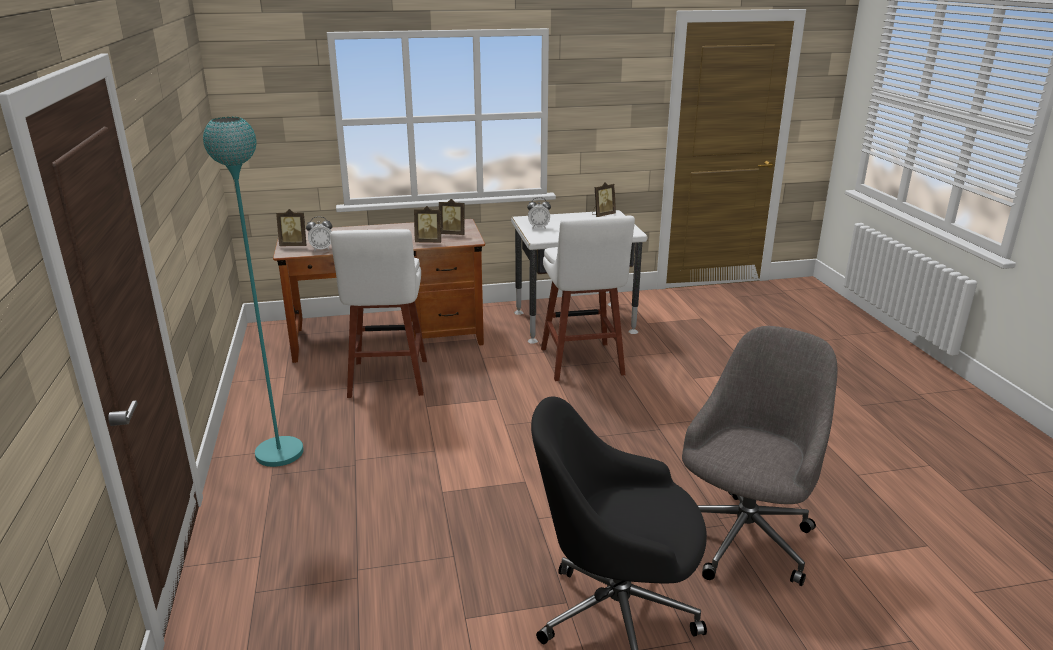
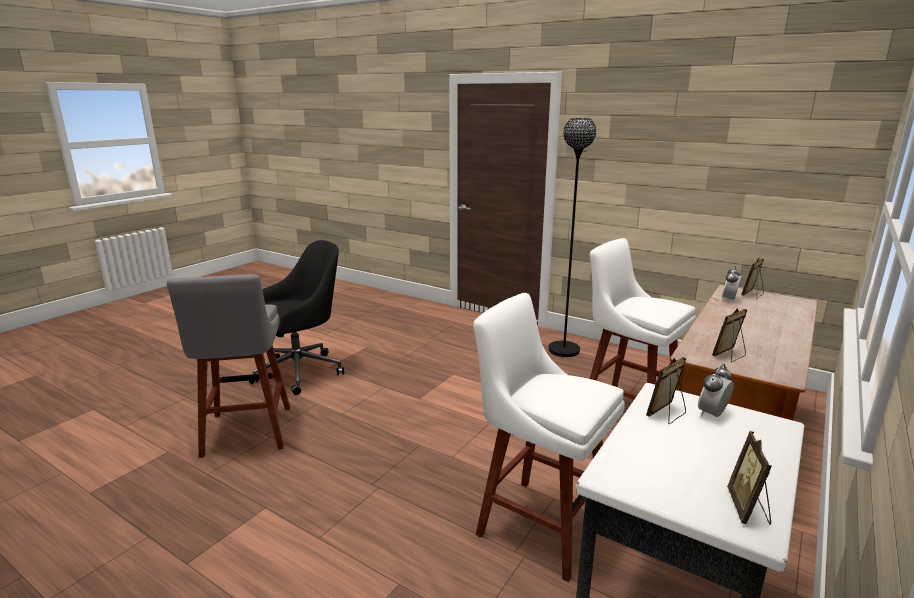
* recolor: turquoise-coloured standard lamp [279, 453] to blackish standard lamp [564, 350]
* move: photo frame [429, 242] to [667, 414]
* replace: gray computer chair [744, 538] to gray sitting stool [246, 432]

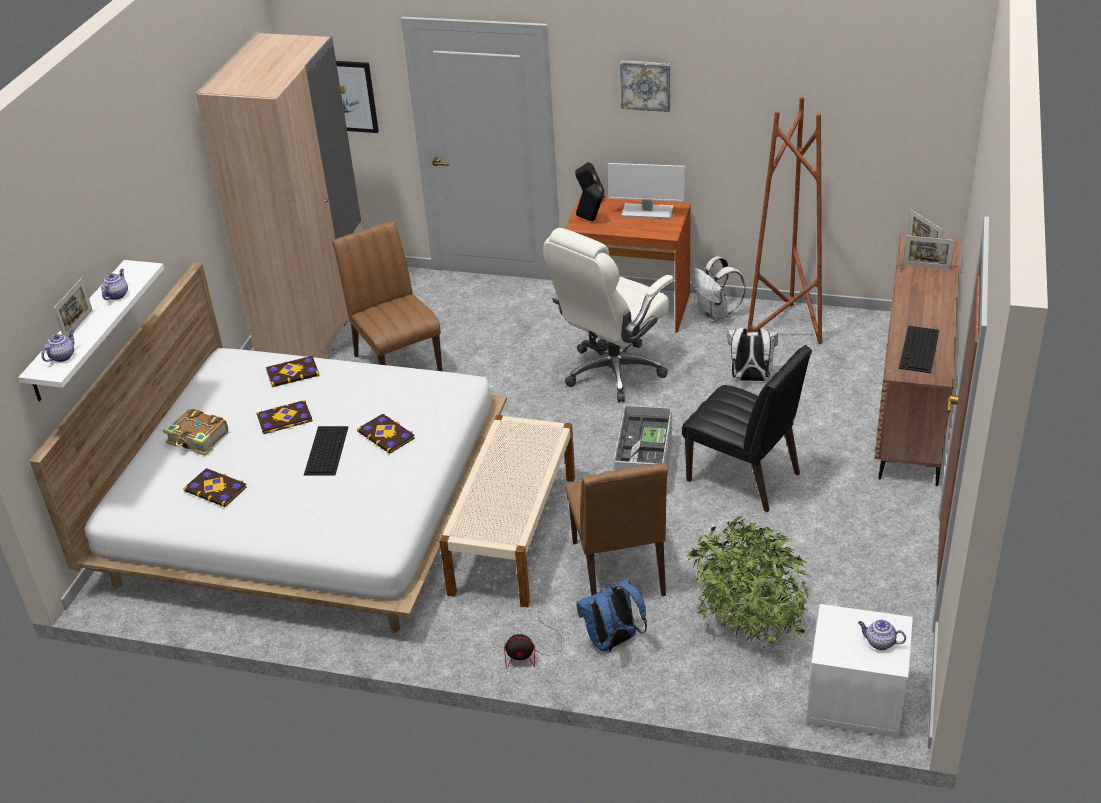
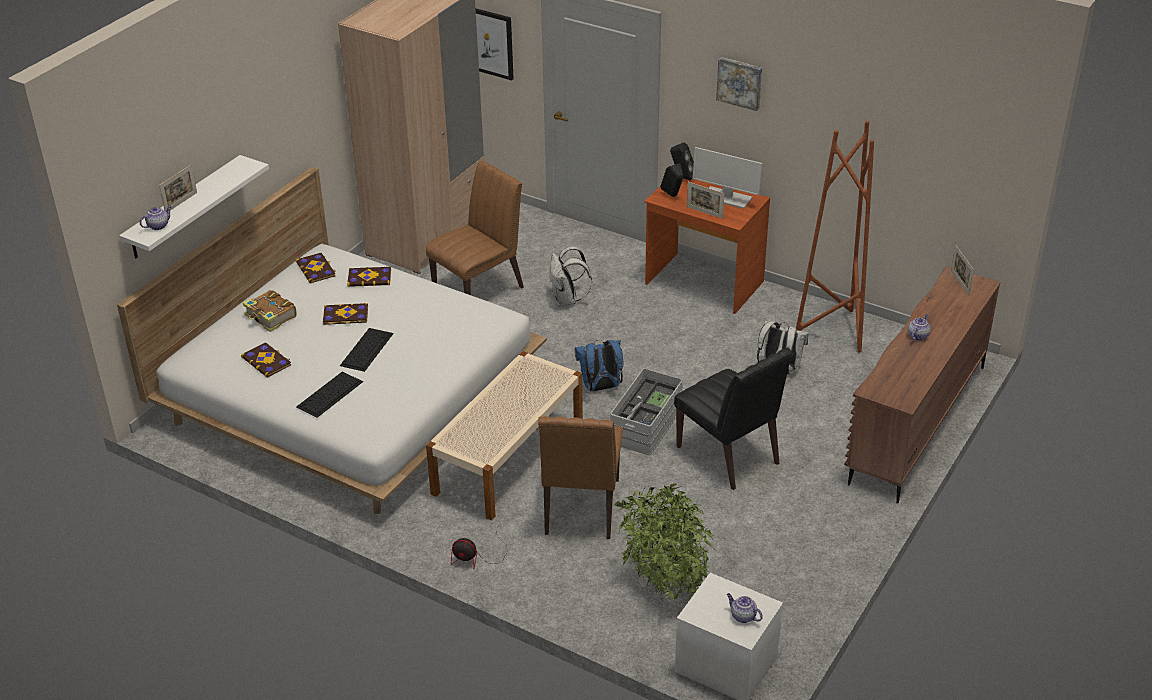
* rotate: brown-coloured upright chair [398, 365] = [478, 291] 60 degrees clockwise
* delete: white computer chair [612, 373]
* move: photo frame [926, 267] to [704, 212]
* move: white backpack [715, 315] to [567, 300]
* move: teapot [117, 295] to [917, 335]
* move: PC keyboard [919, 349] to [329, 395]
* move: bound book [386, 435] to [316, 269]
* move: bluish backpack [612, 642] to [600, 387]

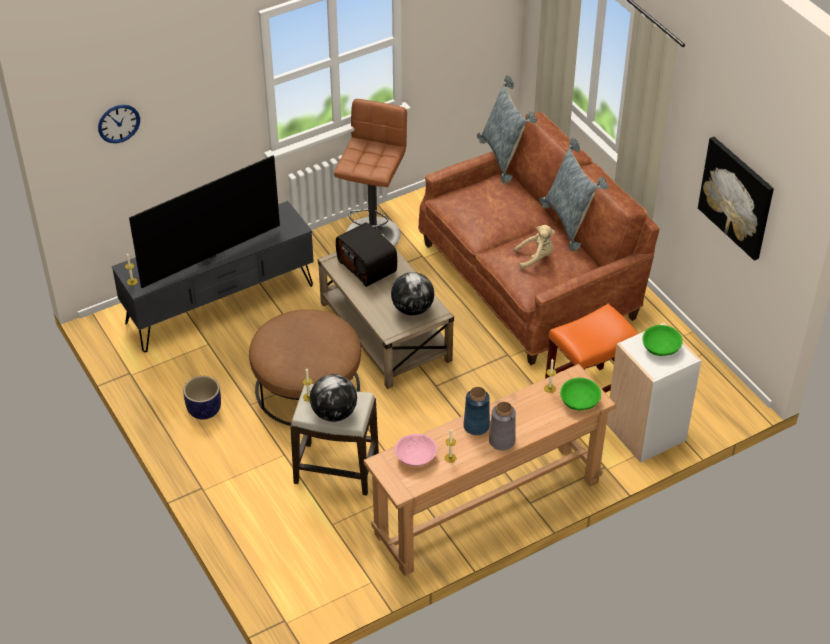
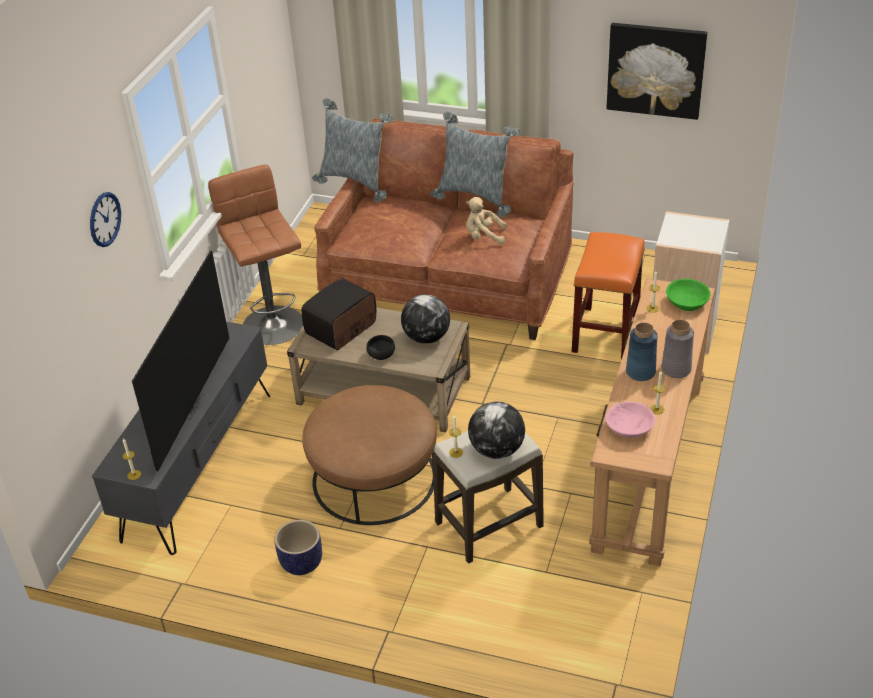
* move: hanging clock [118, 123] to [104, 219]
* rotate: radio set [368, 266] = [342, 329] 120 degrees clockwise
* rotate: sand-coloured cuddly toy [536, 257] = [483, 236] 120 degrees counterclockwise
* delete: green-coloured serving bowl [661, 347]
* insert: blackish serving bowl [381, 356]

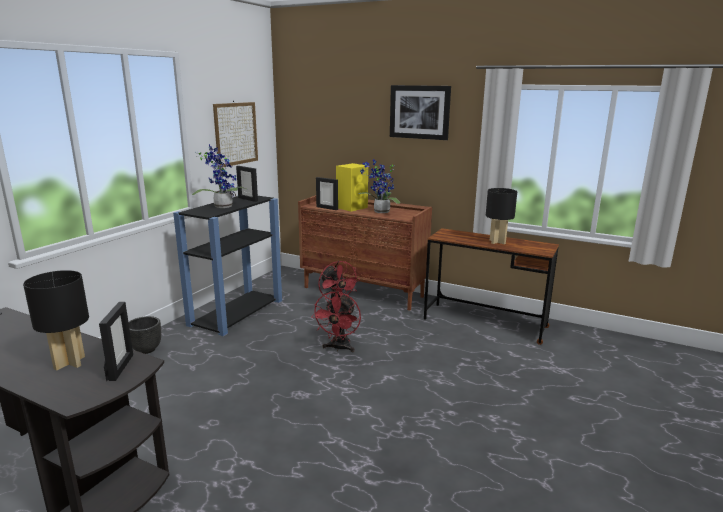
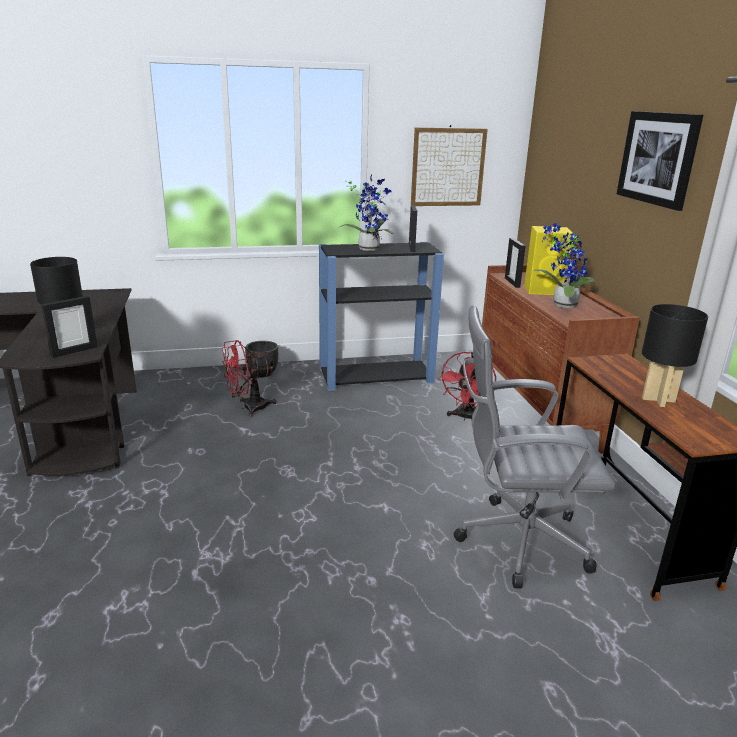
* move: reddish electric fan [339, 348] to [248, 408]
* insert: gray computer chair [516, 541]

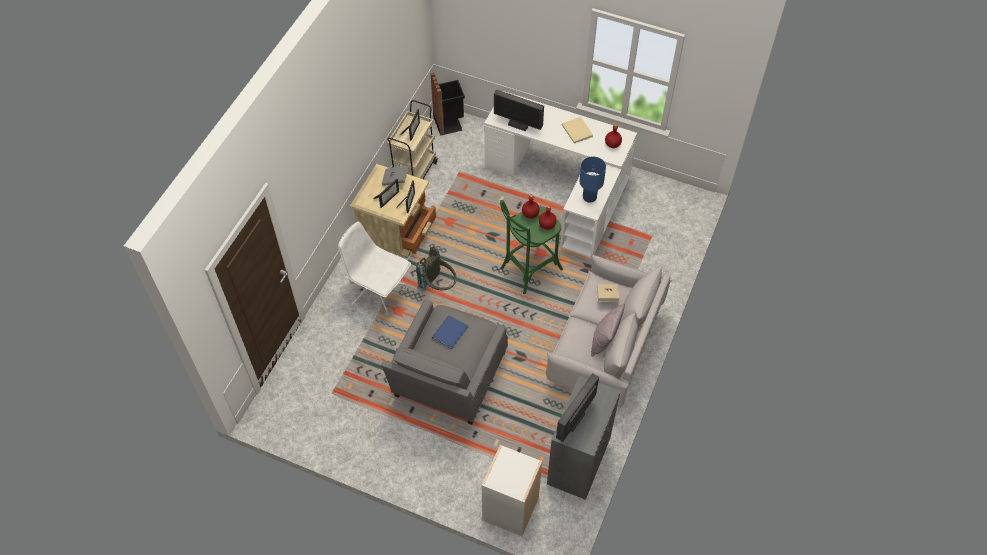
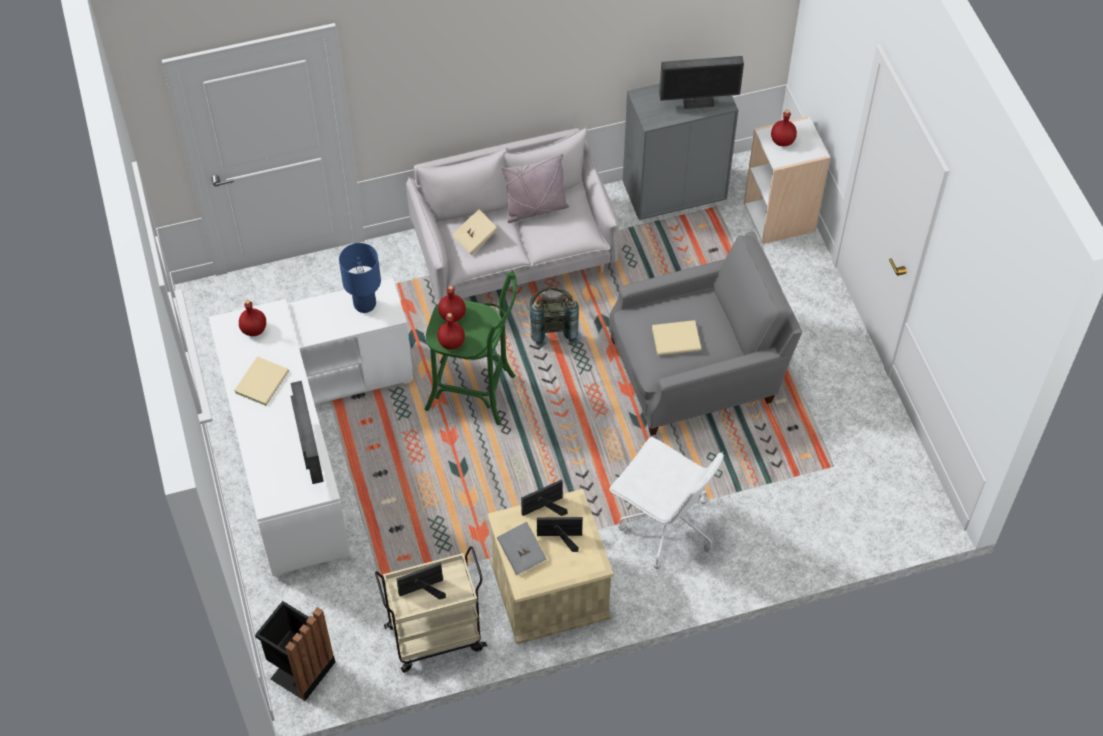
* rotate: white computer chair [378, 295] = [664, 524] 45 degrees counterclockwise
* move: gray backpack [438, 286] to [552, 327]
* recolor: bluish bound book [449, 333] to sand-coloured bound book [677, 340]
* insert: reddish drink bottle [782, 141]

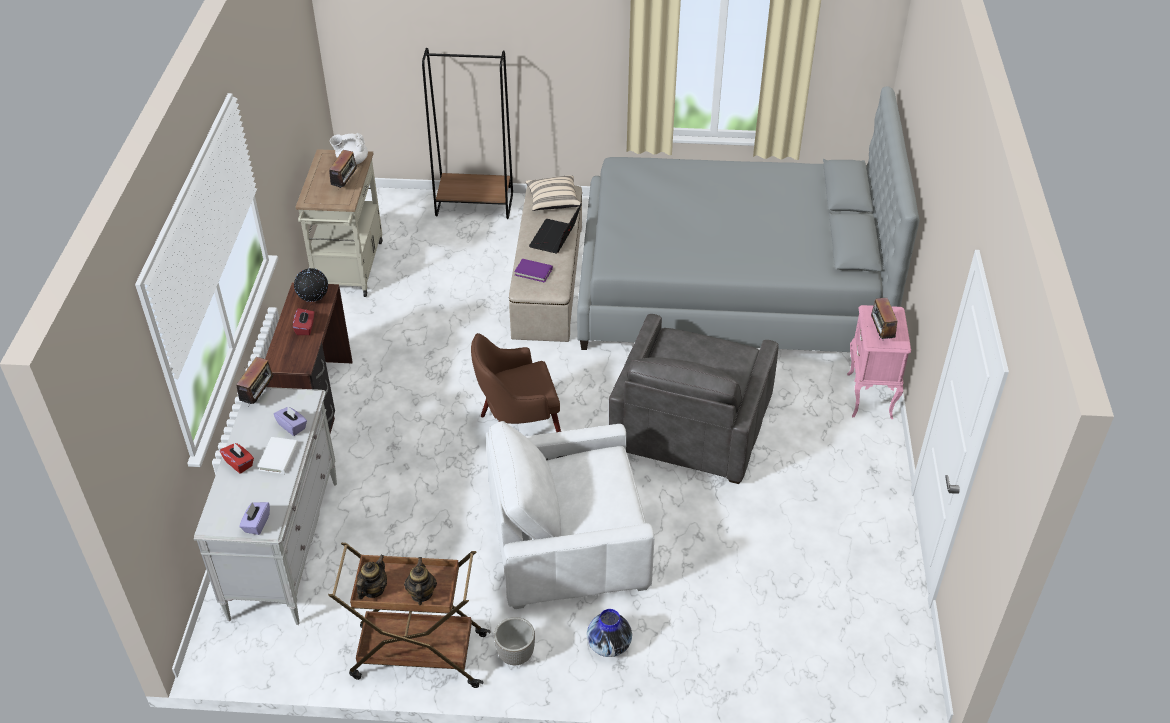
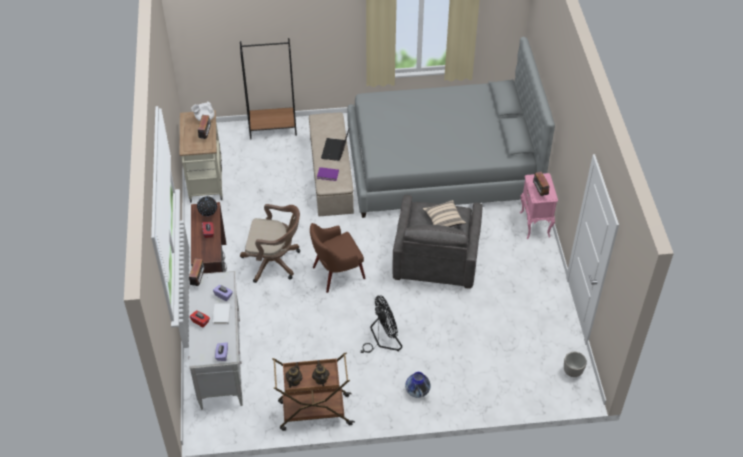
* move: sand-coloured pillow [553, 201] to [443, 220]
* replace: white armchair [568, 543] to blackish electric fan [381, 336]
* move: plant pot [516, 655] to [573, 372]
* insert: brown-coloured computer chair [274, 262]

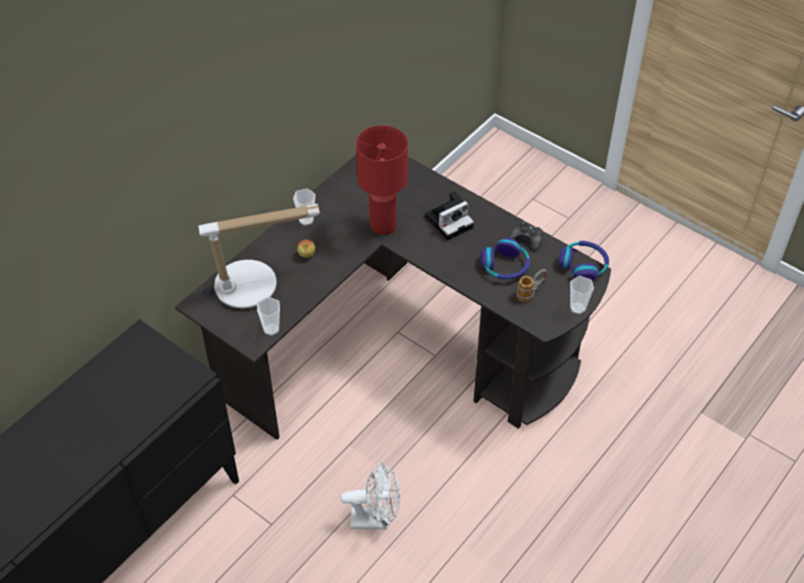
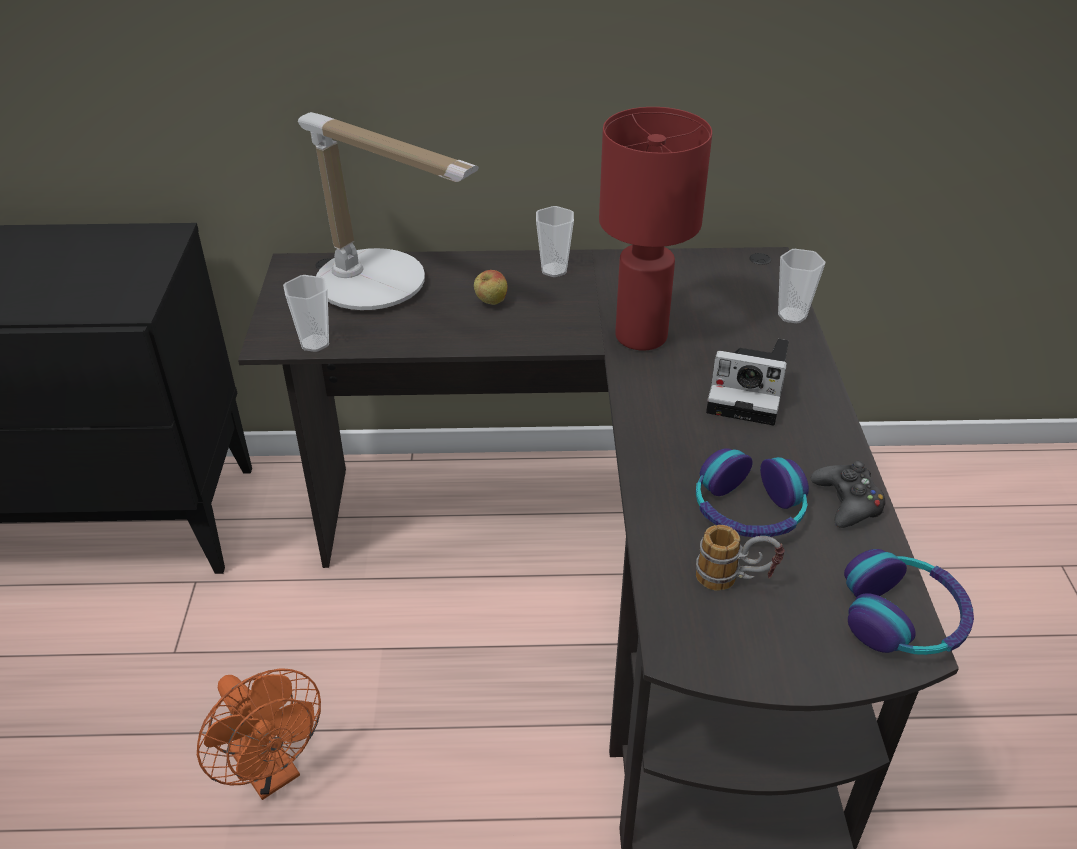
* move: small cup [577, 308] to [792, 315]
* recolor: white electric fan [376, 519] to orange electric fan [272, 772]

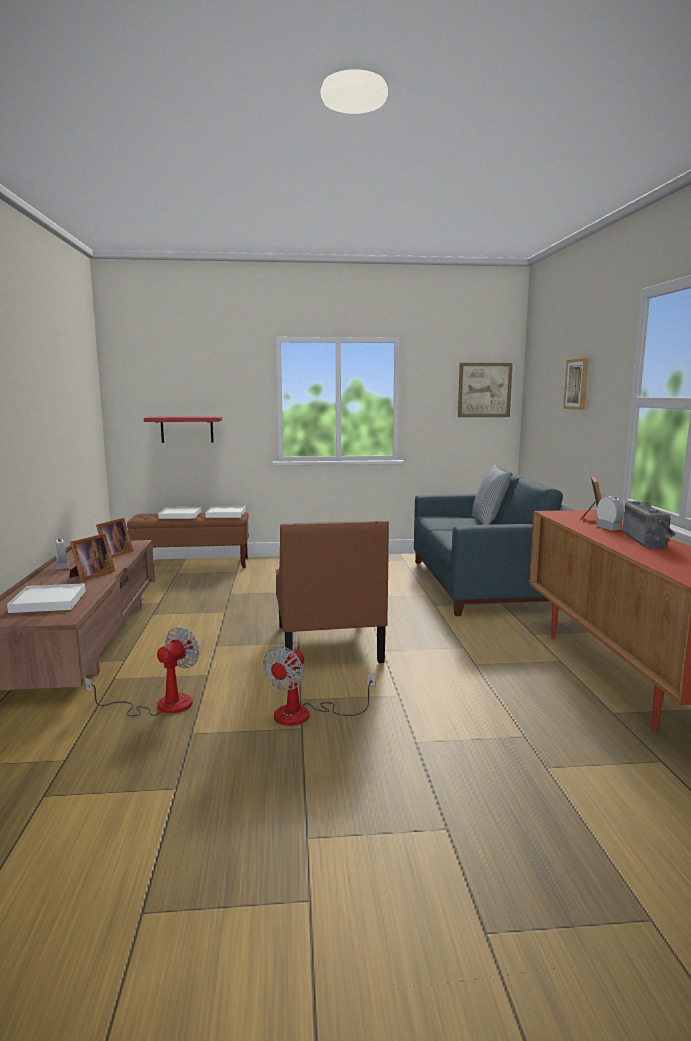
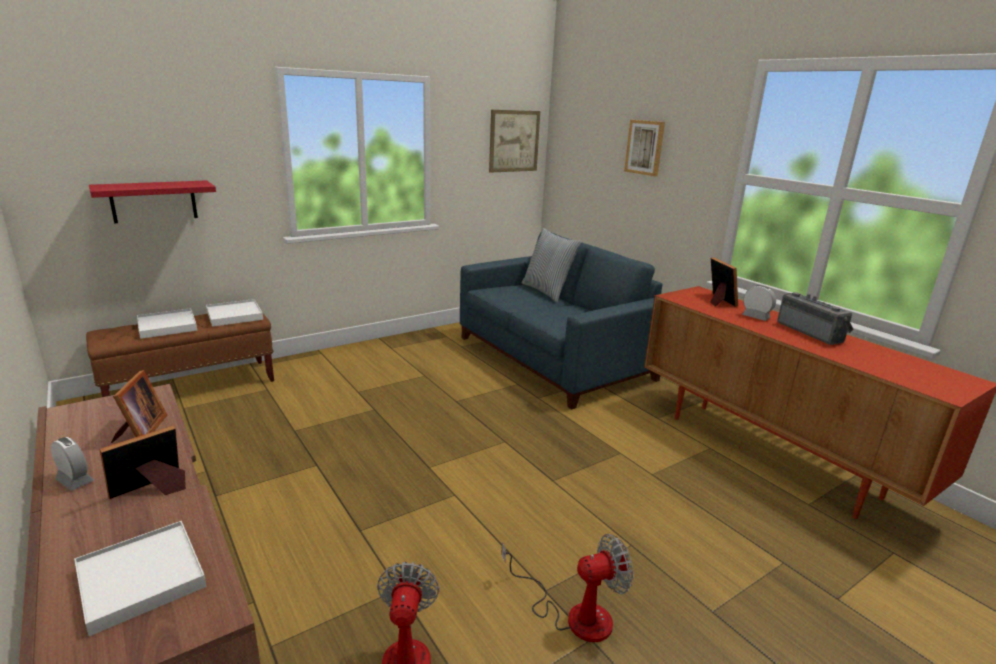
* delete: brown-coloured armchair [327, 643]
* rotate: photo frame [91, 575] = [152, 489] 135 degrees counterclockwise
* rotate: electric fan [305, 714] = [574, 614] 105 degrees counterclockwise

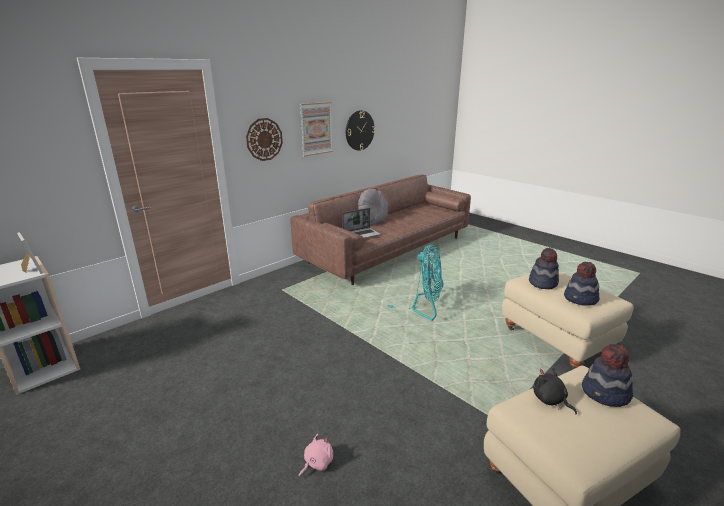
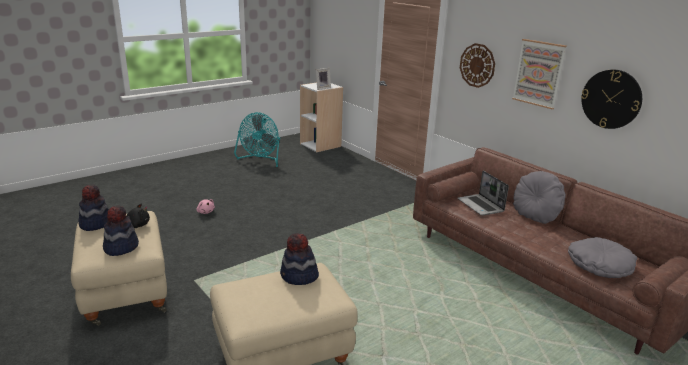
* move: turquoise-coloured electric fan [423, 305] to [260, 159]
* move: wearable hat [580, 299] to [95, 223]
* insert: gray pillow [600, 266]

